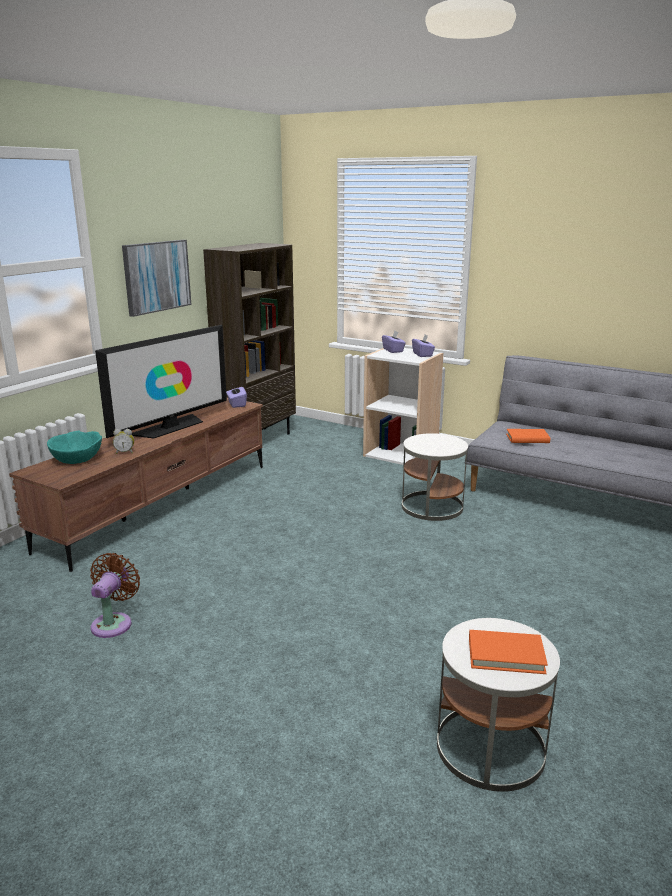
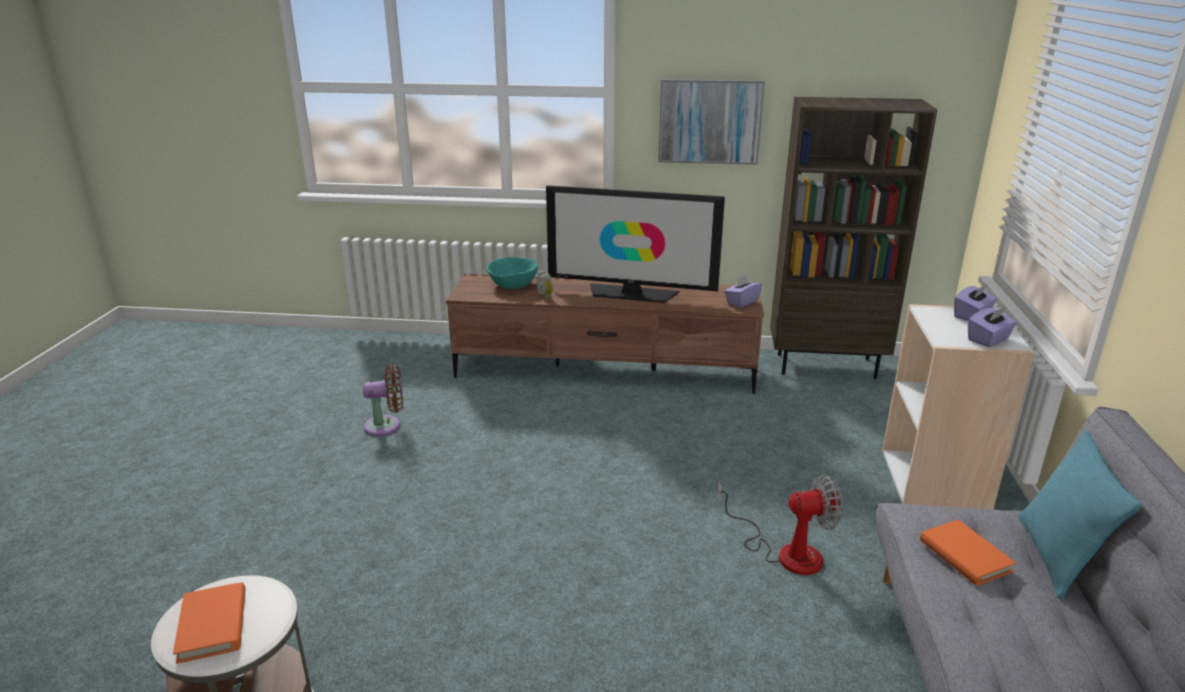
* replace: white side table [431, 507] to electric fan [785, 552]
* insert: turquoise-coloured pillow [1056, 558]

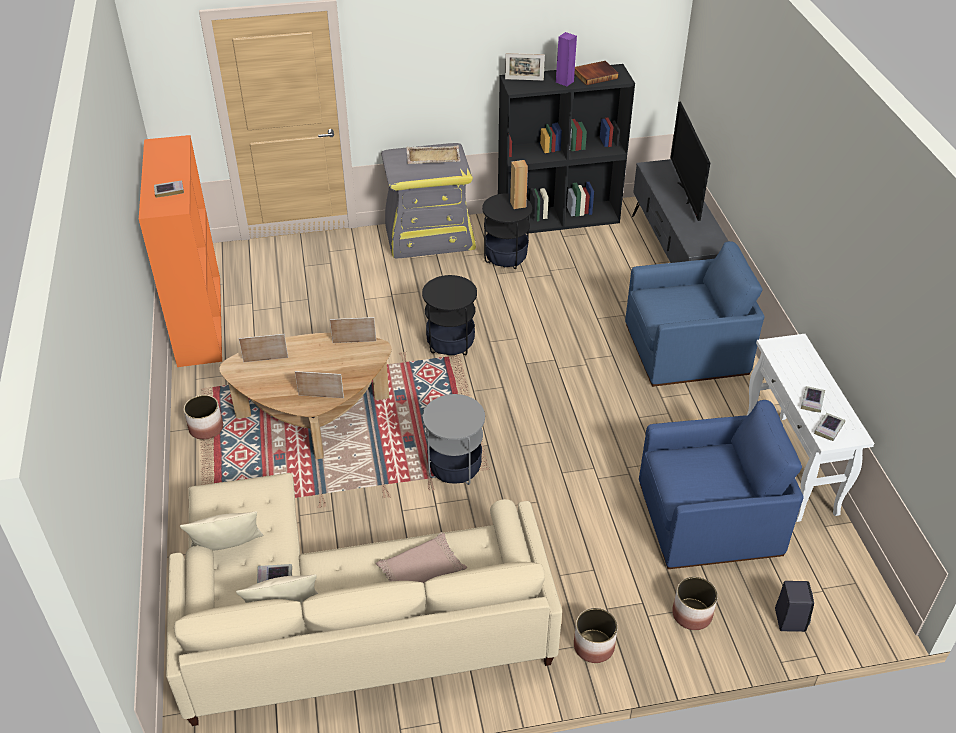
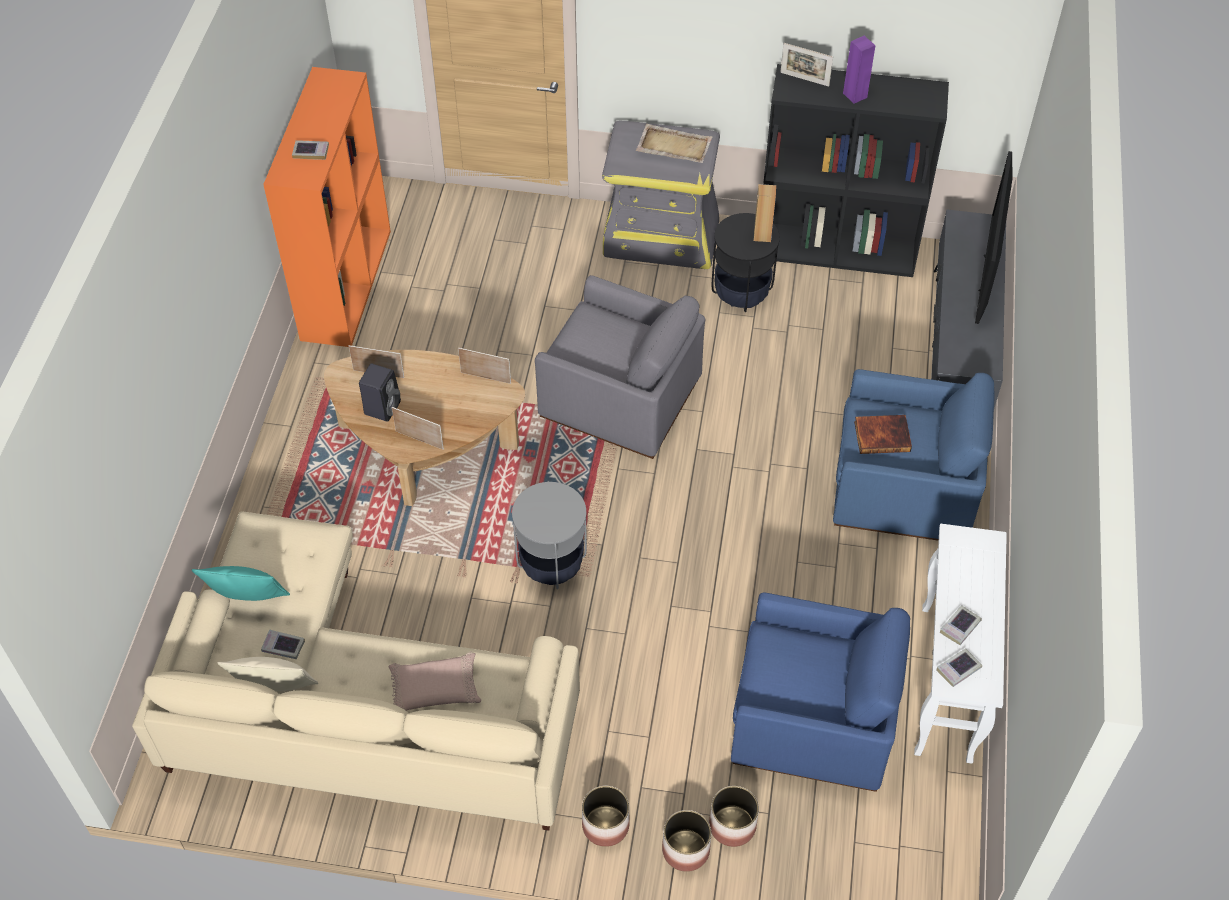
* move: bound book [595, 75] to [882, 435]
* replace: blackish side table [450, 344] to gray armchair [619, 397]
* move: plant pot [206, 428] to [685, 849]
* recolor: sand-coloured pillow [228, 550] to turquoise-coloured pillow [248, 601]
* move: blackish audio speaker [789, 618] to [382, 407]

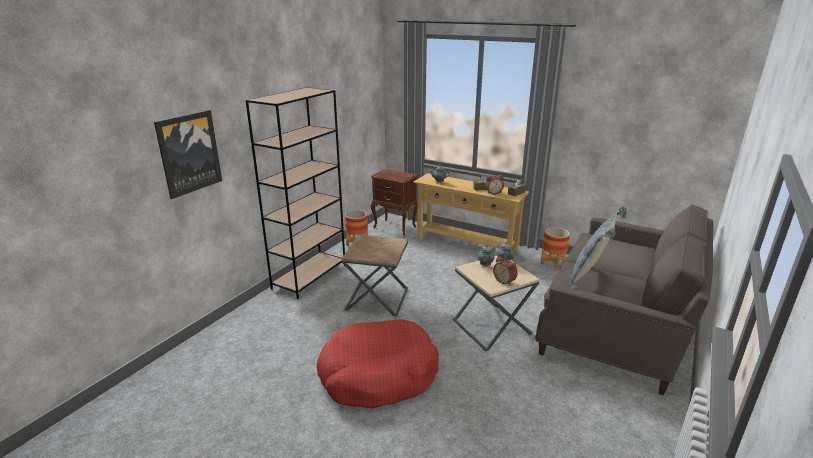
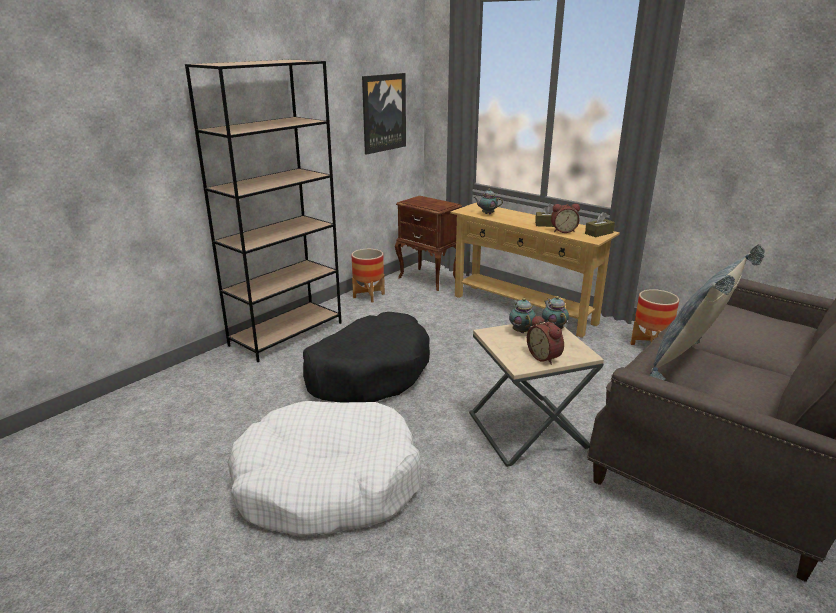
* move: wall picture [189, 153] to [383, 113]
* replace: brown-coloured side table [377, 299] to blackish pet bed [368, 372]
* recolor: reddish pet bed [378, 374] to white pet bed [327, 484]

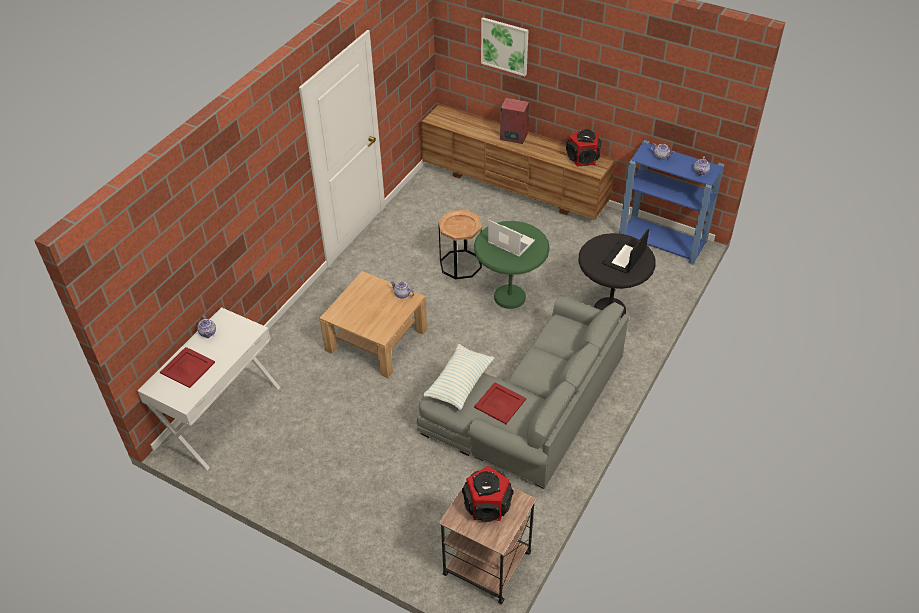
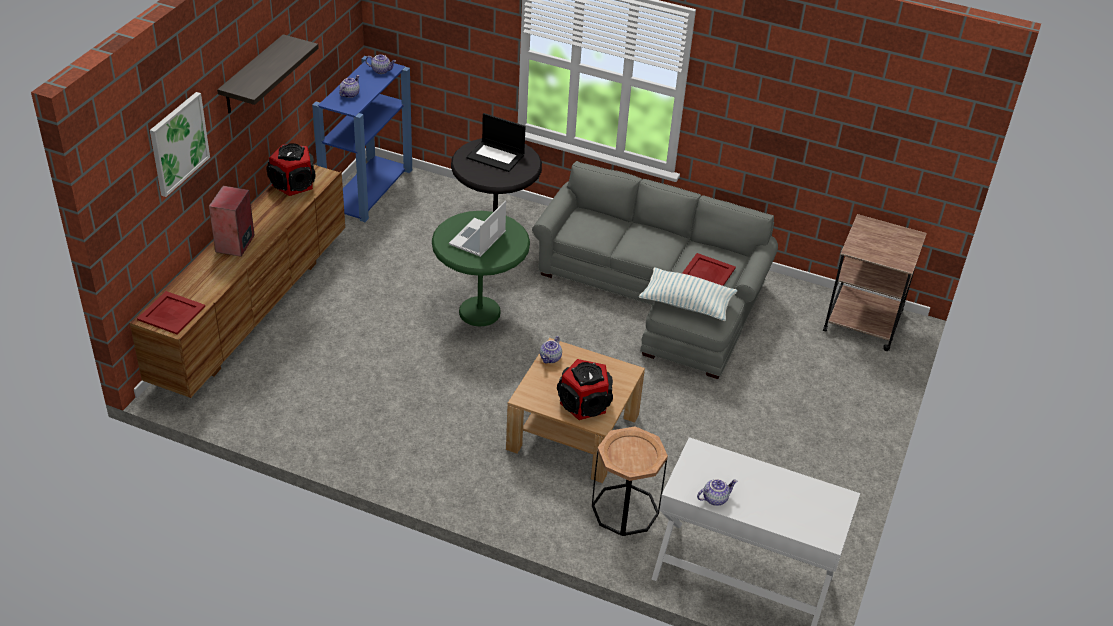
* move: brown-coloured side table [460, 264] to [625, 510]
* move: reddish carrying tray [187, 367] to [170, 313]
* move: audio speaker [488, 505] to [584, 403]
* insert: bracket shelf [252, 75]

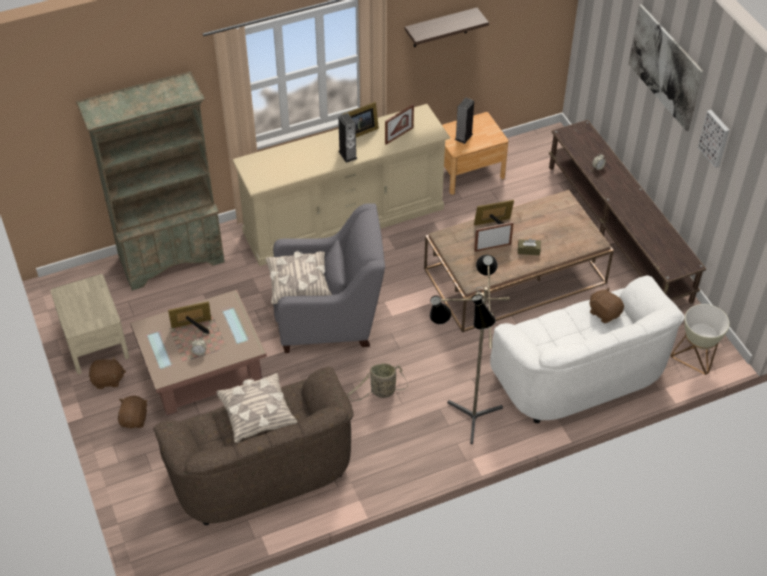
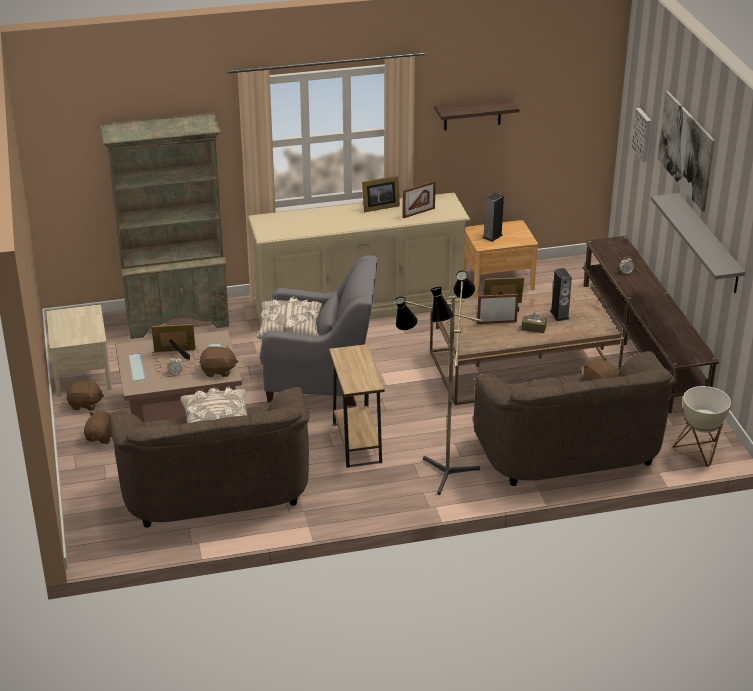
* move: wall picture [715, 138] to [643, 134]
* move: audio speaker [347, 155] to [559, 315]
* recolor: white sofa [579, 375] to brown-coloured sofa [569, 452]
* replace: household basket [381, 392] to brown-coloured side table [357, 443]
* insert: gray bracket shelf [708, 244]
* insert: brown-coloured cuddly toy [218, 371]

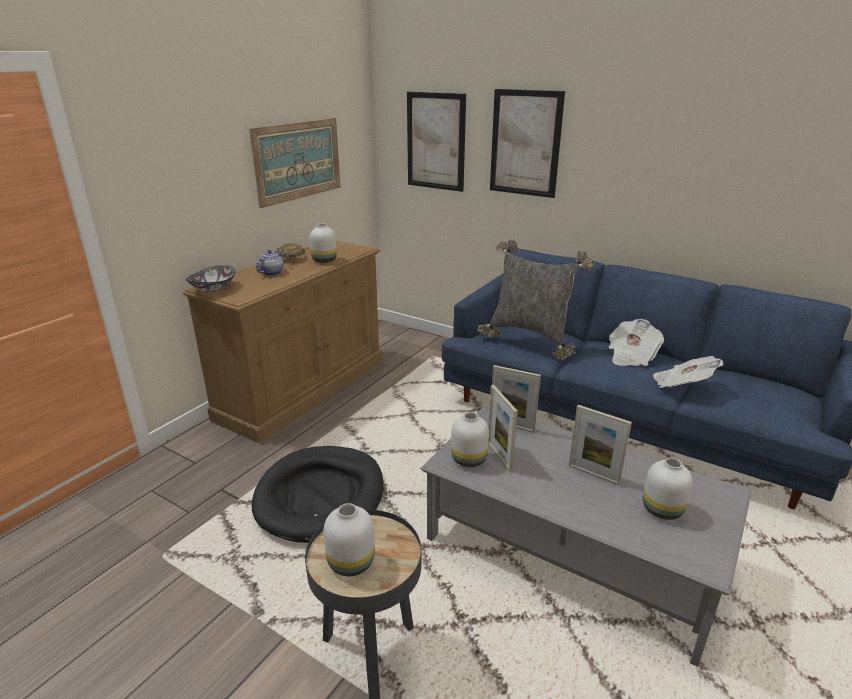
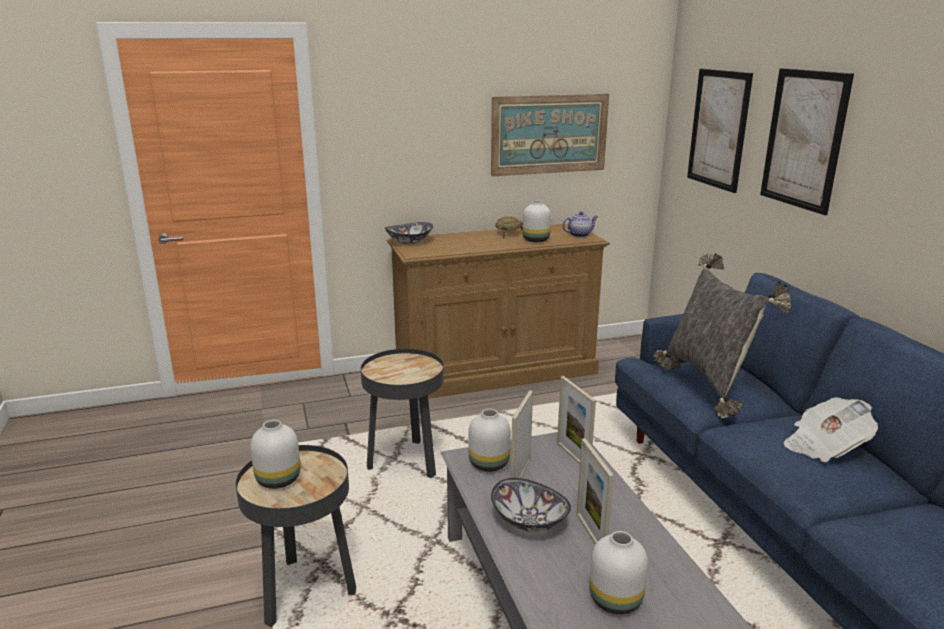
* move: teapot [272, 273] to [579, 235]
* delete: printed paper [682, 385]
* replace: blackish pet bed [320, 496] to blackish side table [406, 462]
* insert: serving bowl [529, 522]

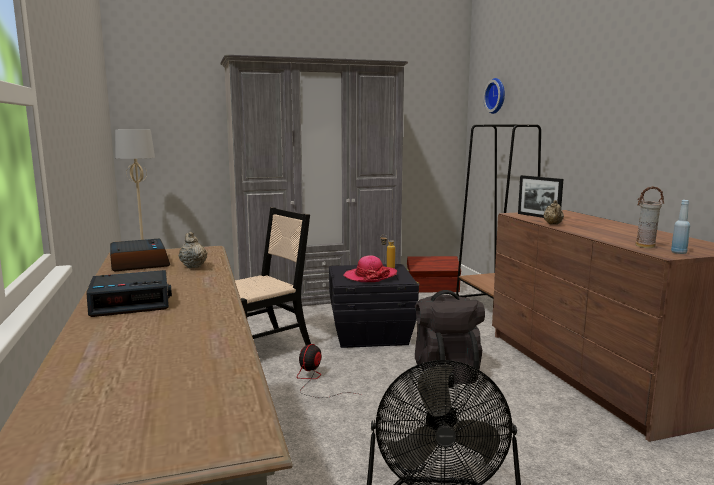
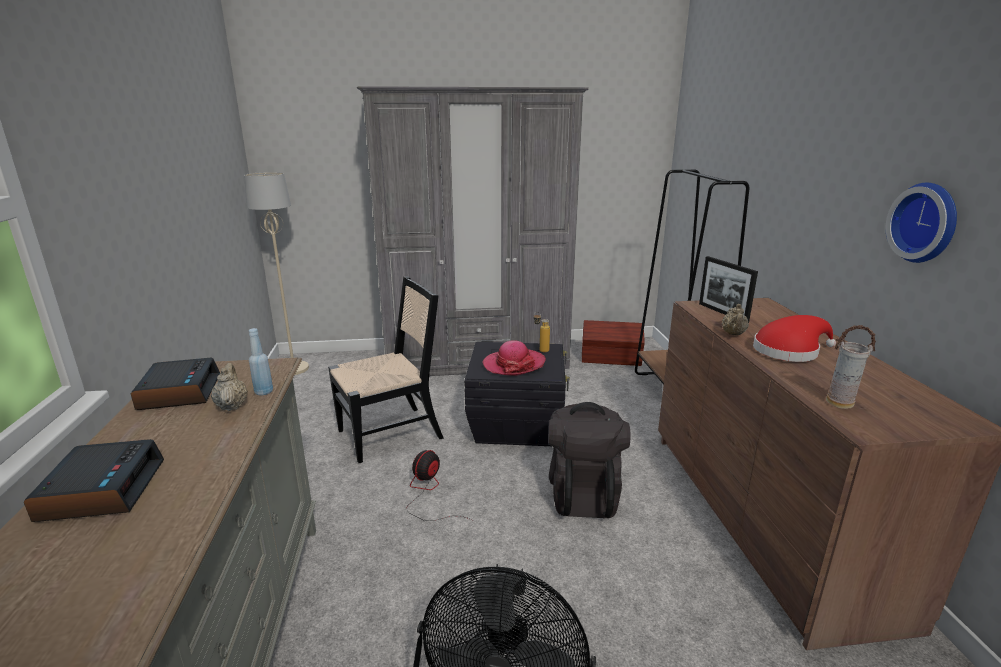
* move: hanging clock [497, 96] to [926, 222]
* move: bluish drink bottle [678, 252] to [263, 392]
* rotate: alarm clock [132, 302] = [102, 490] 90 degrees counterclockwise
* insert: reddish wearable hat [789, 351]

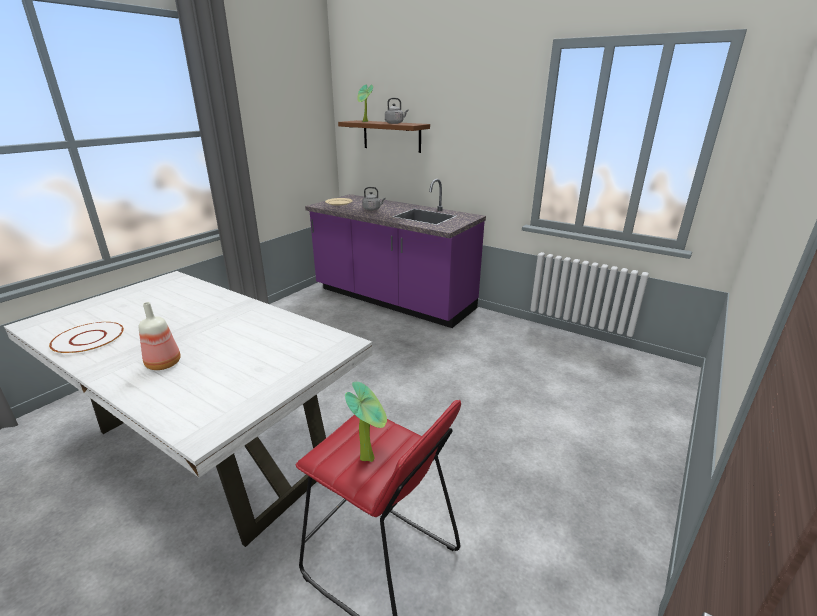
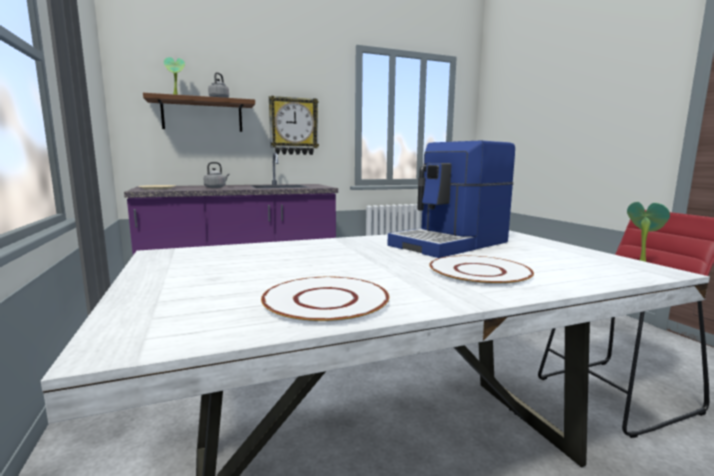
* replace: drink bottle [164, 363] to white dinner plate [478, 272]
* insert: hanging clock [293, 126]
* insert: coffee maker [451, 244]

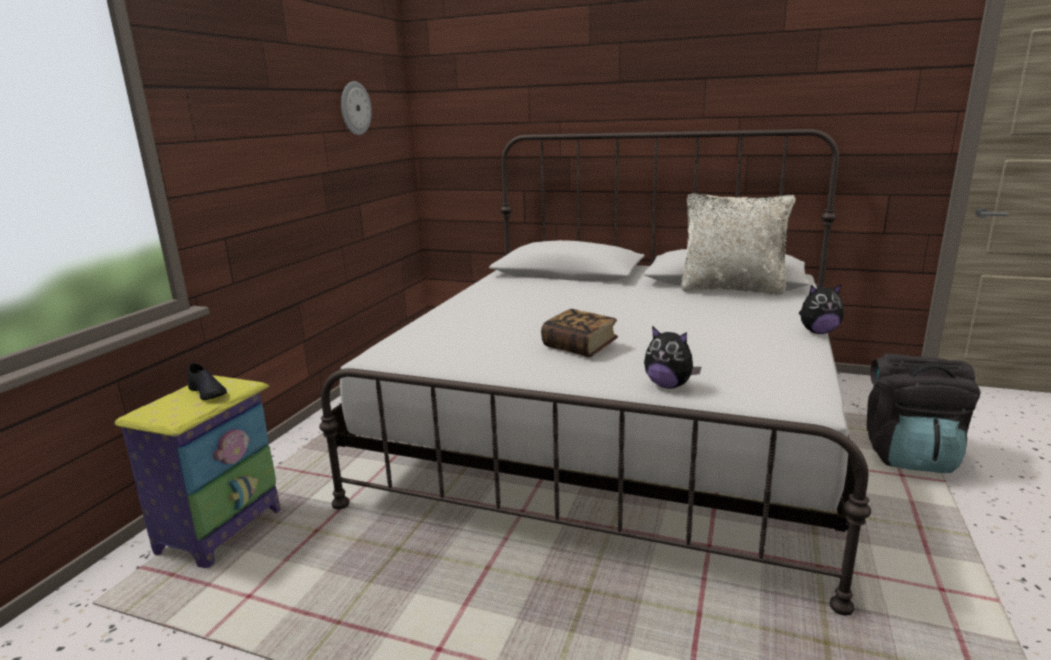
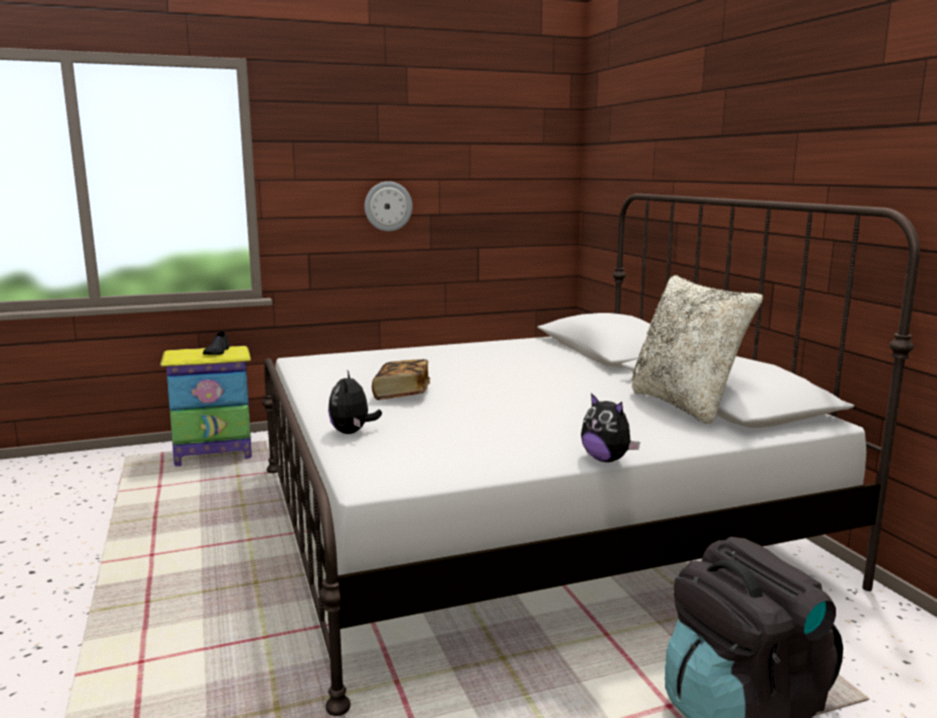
* move: hanging clock [355, 108] to [388, 206]

